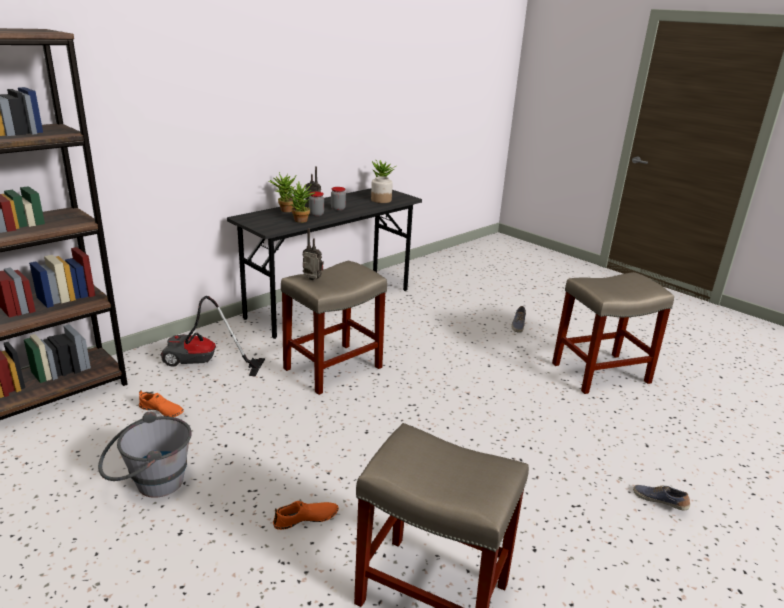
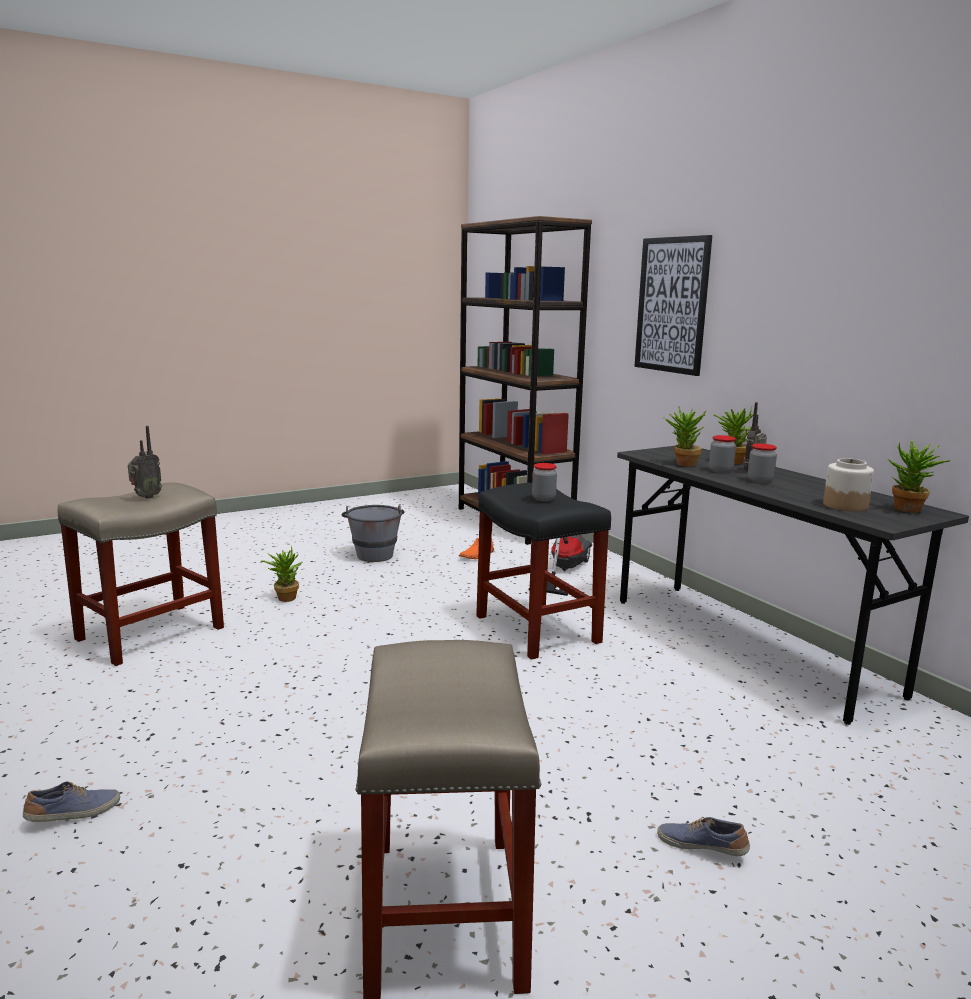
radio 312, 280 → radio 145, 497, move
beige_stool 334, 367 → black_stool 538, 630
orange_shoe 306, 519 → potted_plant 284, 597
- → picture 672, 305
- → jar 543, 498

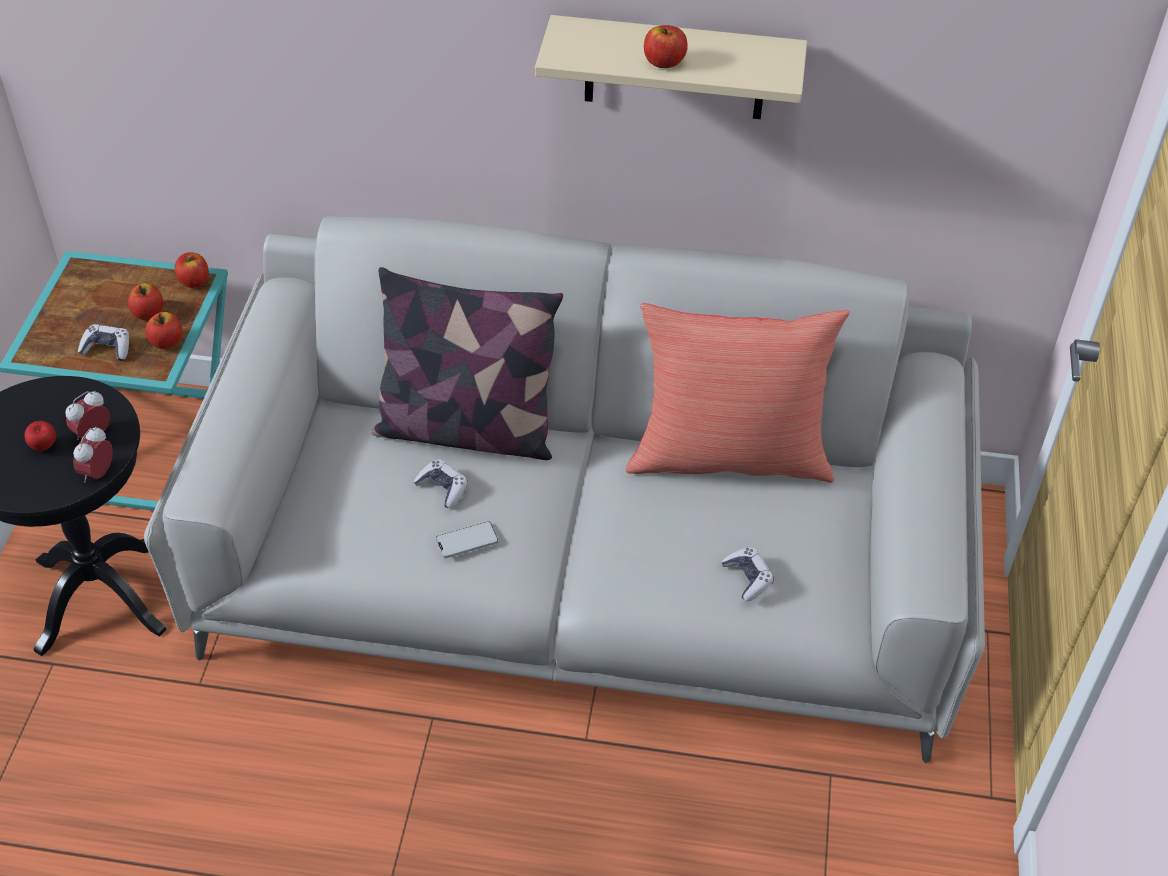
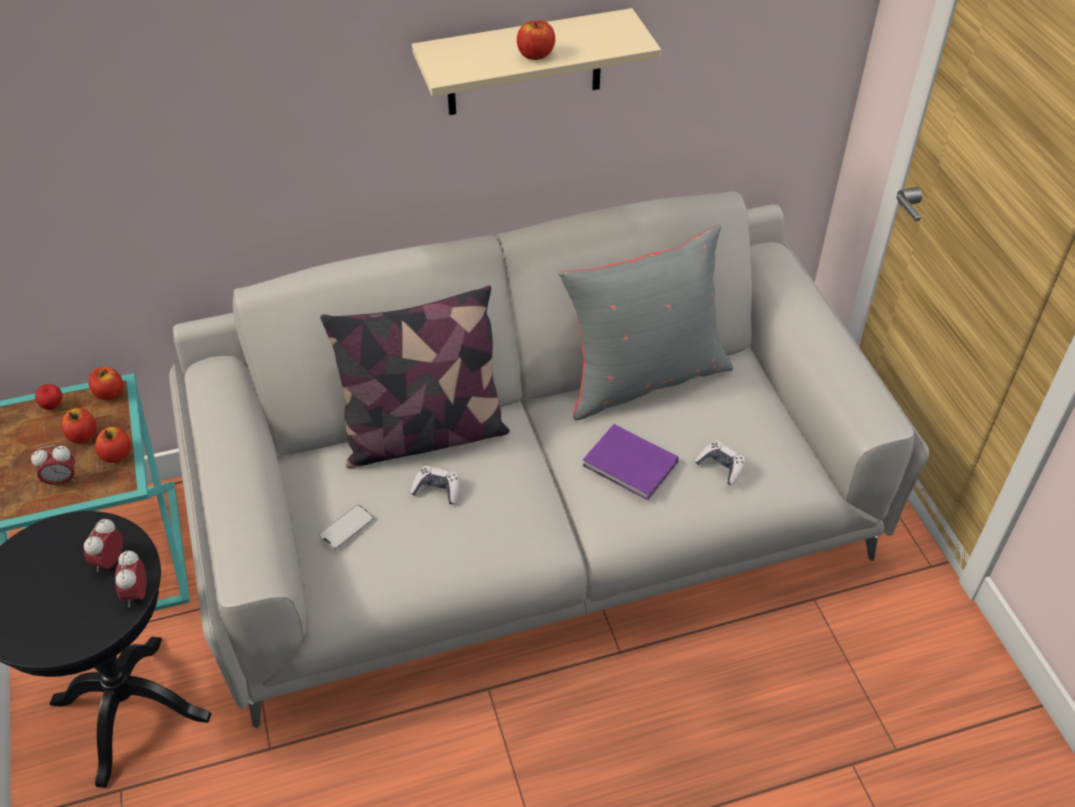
red_pillow 729, 455 → grey_pillow 643, 377
game_controller 107, 348 → alarm_clock 62, 481
apple 44, 447 → apple 53, 406, move
phone 467, 540 → phone 346, 528, move
- → purple_book 631, 466

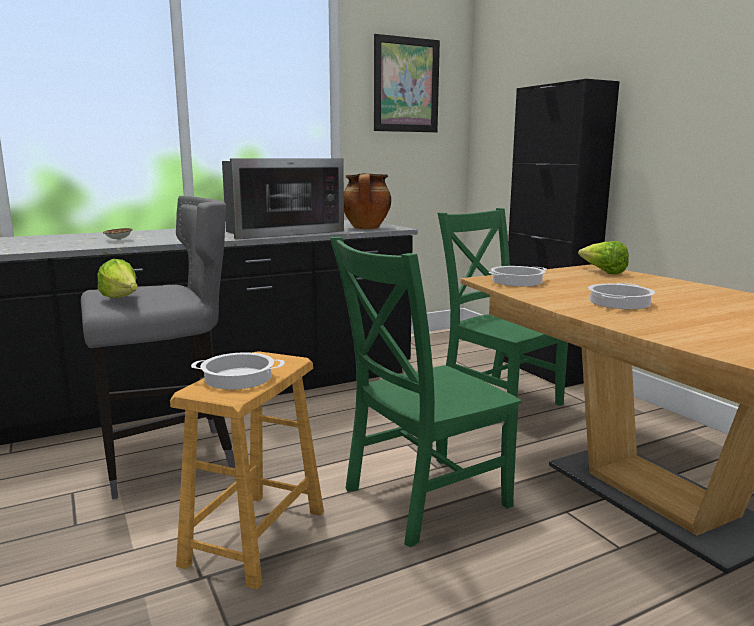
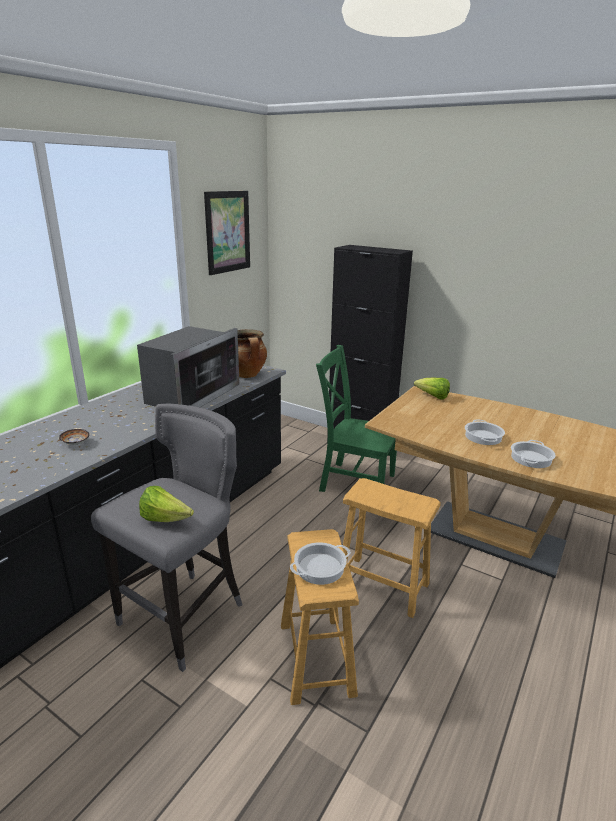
green_chair 420, 499 → brown_stool 382, 585
cooking_pot 517, 281 → cooking_pot 531, 459, move

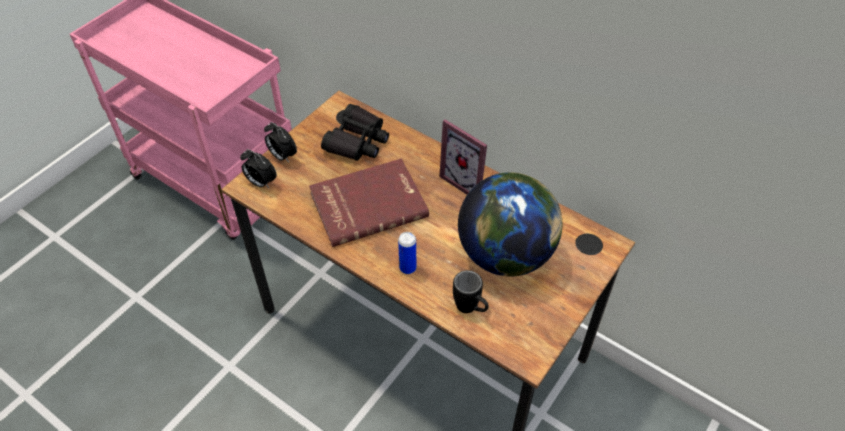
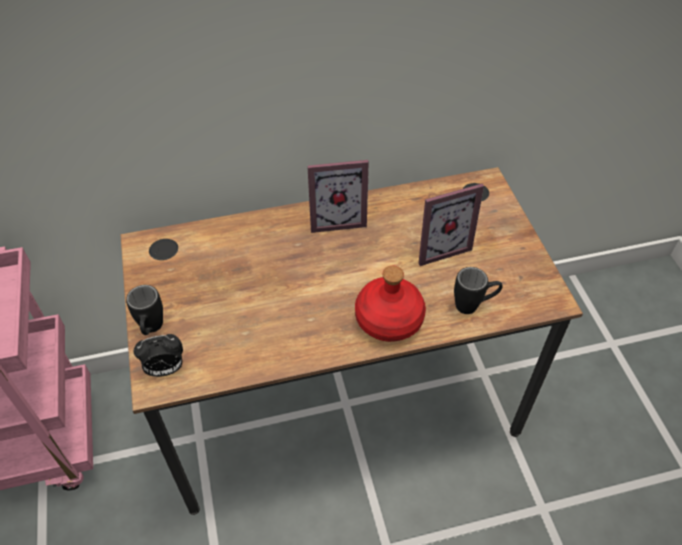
black_binoculars 357, 141 → -
alarm_clock 282, 156 → black_mug 151, 330
red_book 368, 203 → -
globe 506, 254 → picture_frame 438, 246
can 407, 268 → red_bottle 389, 320

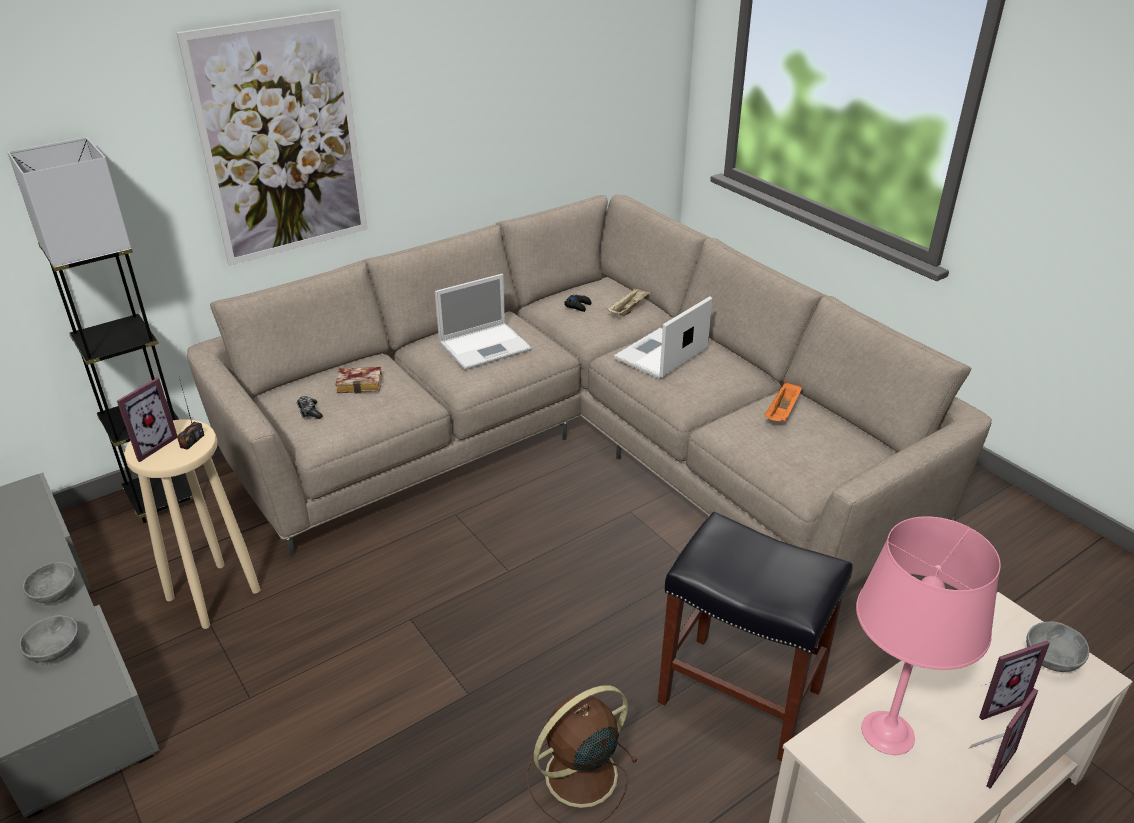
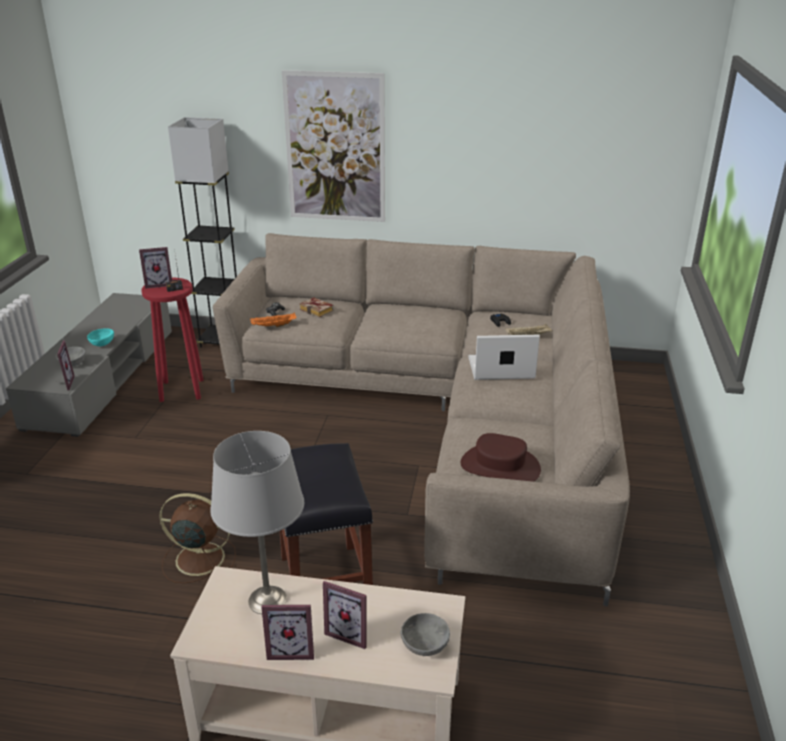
laptop 486, 346 → -
orange_tray 782, 412 → orange_tray 273, 326, move
beige_stool 214, 594 → red_stool 182, 390
pink_table_lamp 887, 734 → grey_table_lamp 267, 600
grey_bowl 54, 594 → turquoise_bowl 101, 344
- → picture_frame 63, 383
- → brown_hat 500, 467

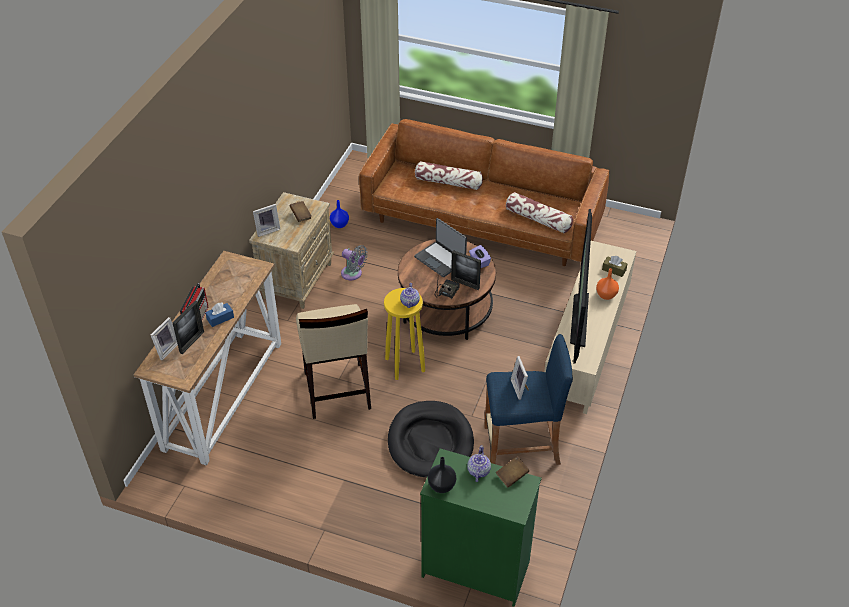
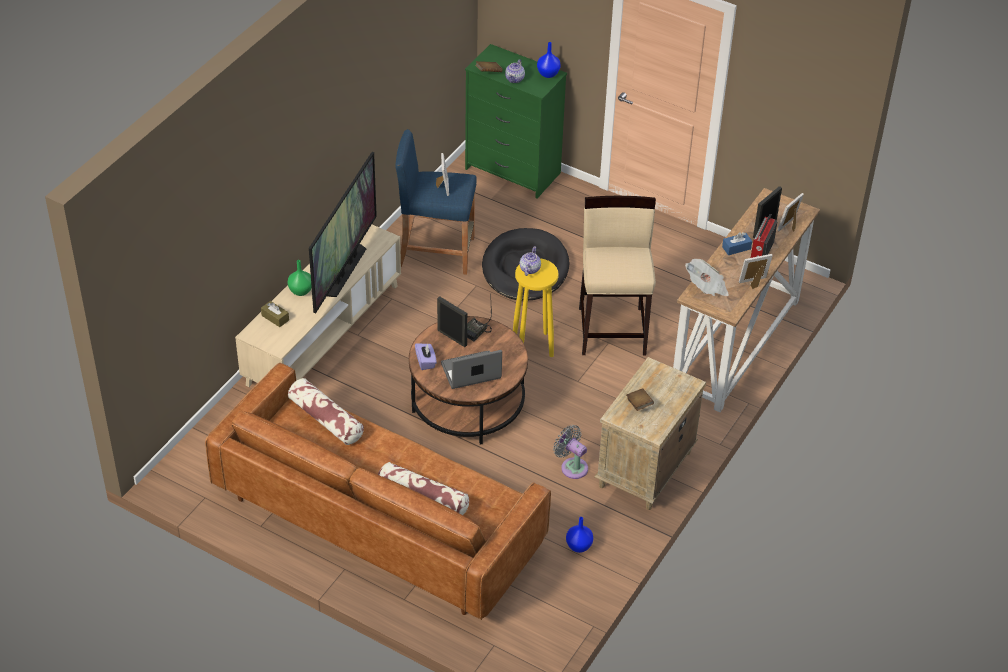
picture_frame 267, 230 → picture_frame 754, 283, move
laptop 440, 259 → laptop 471, 372, 75 degrees counterclockwise
orange_vase 605, 295 → green_vase 301, 291
black_vase 442, 486 → blue_vase 547, 74
- → newspaper 706, 287

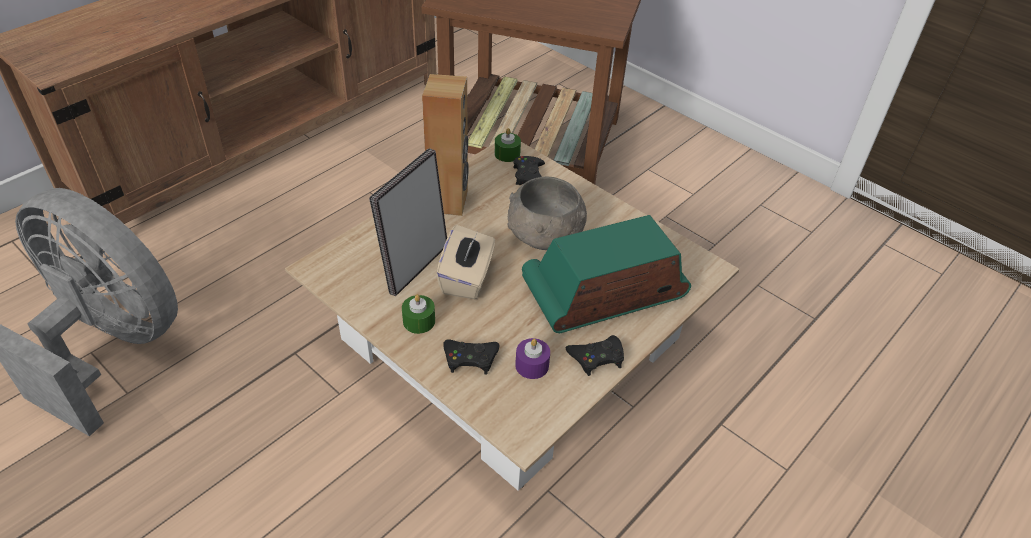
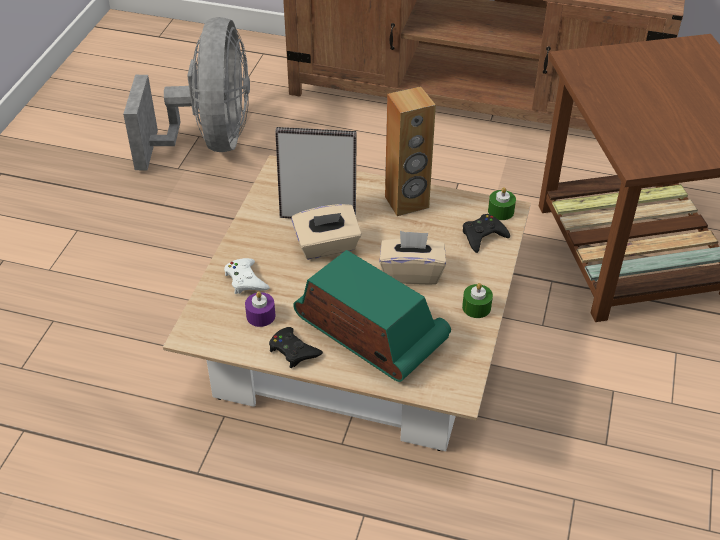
grey_bowl 545, 236 → beige_tissue_box 411, 273
green_candle 419, 321 → green_candle 476, 307, move
black_game_controller 470, 358 → white_game_controller 245, 280

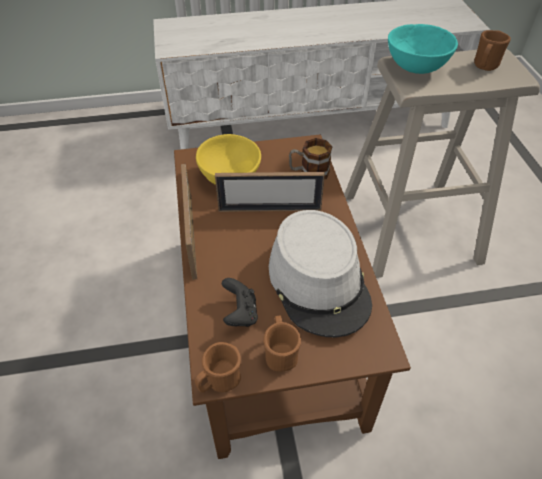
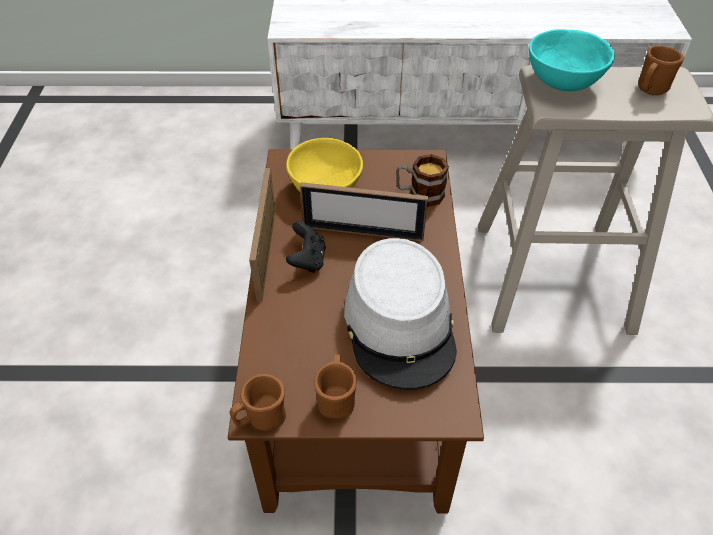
black_game_controller 240, 313 → black_game_controller 307, 260, move

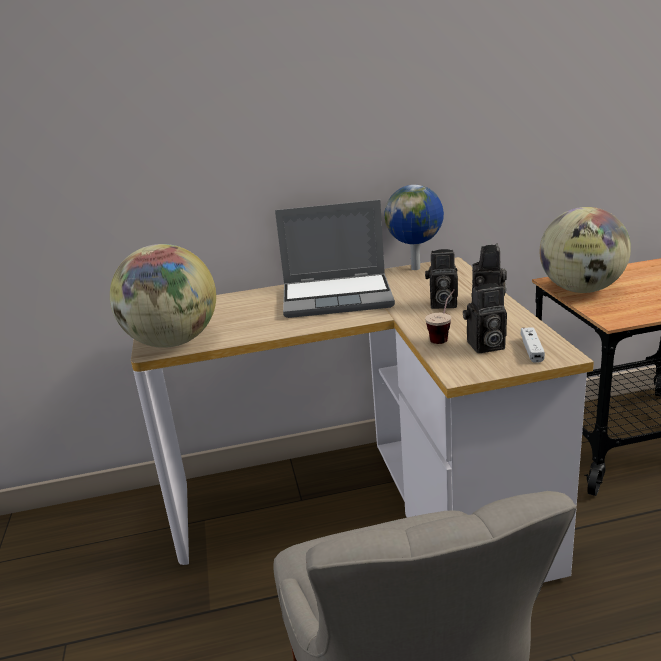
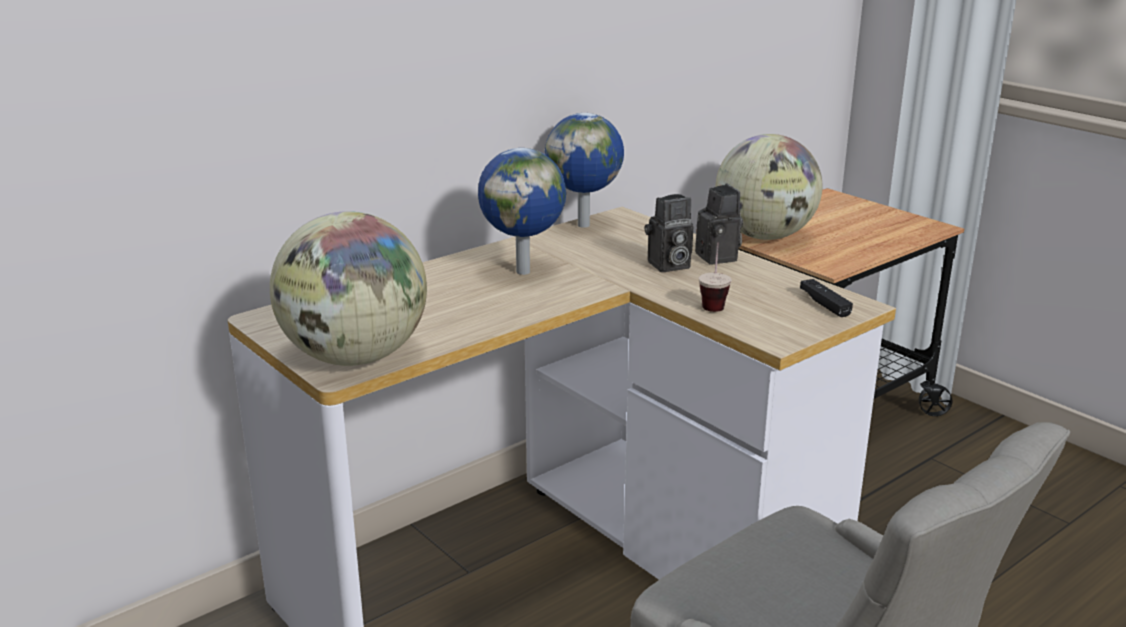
laptop 338, 297 → globe 524, 271
photo_camera 485, 346 → -
white_game_controller 531, 350 → black_game_controller 824, 304

